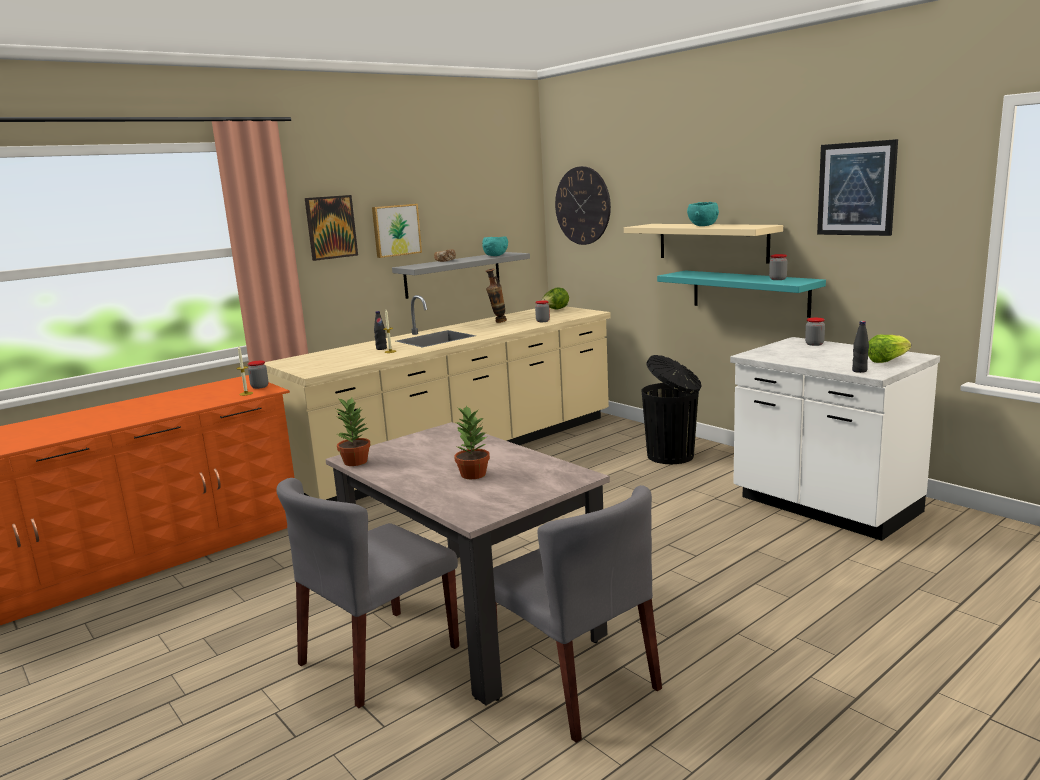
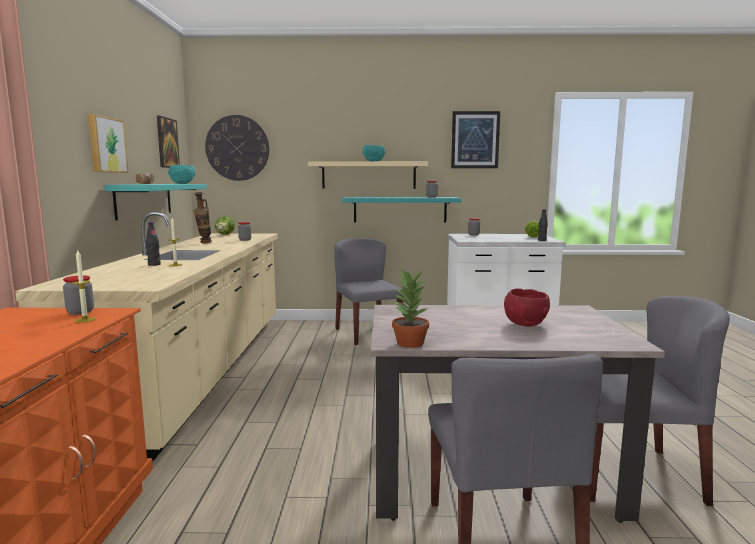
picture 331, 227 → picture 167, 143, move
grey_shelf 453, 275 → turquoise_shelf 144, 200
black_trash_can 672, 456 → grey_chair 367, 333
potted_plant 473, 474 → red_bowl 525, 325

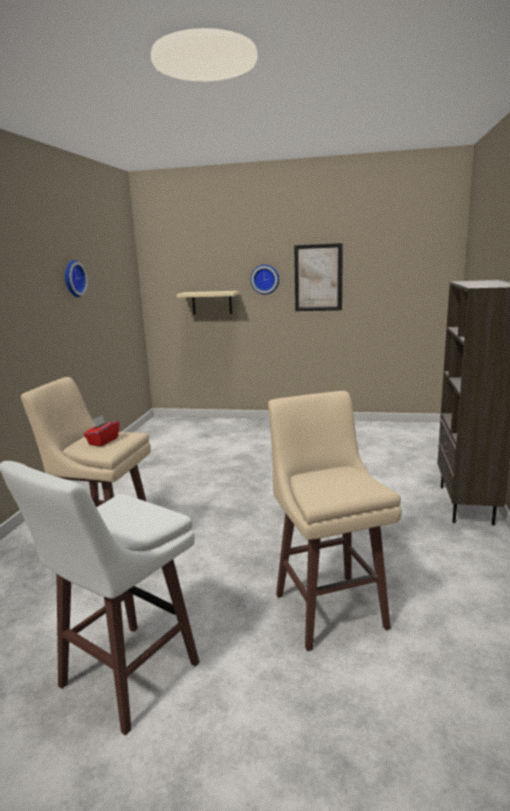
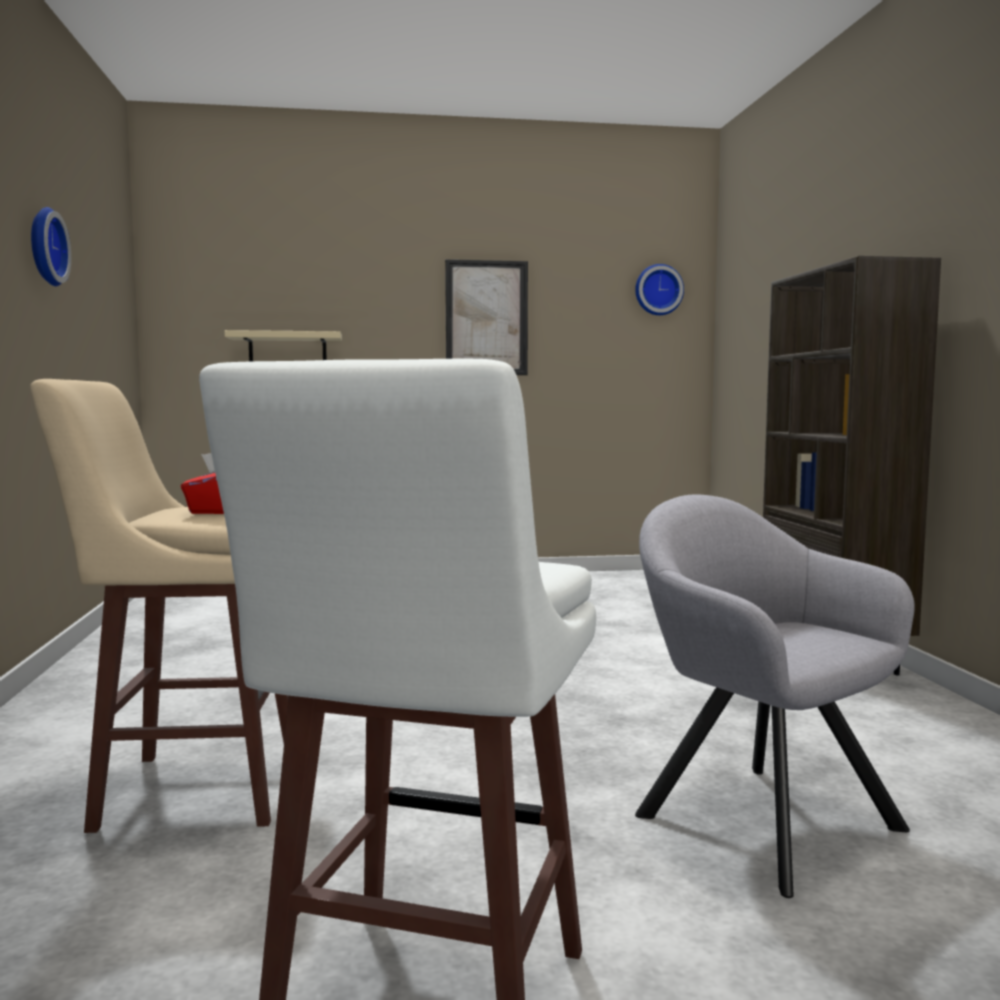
wall_clock 265, 279 → wall_clock 658, 290, move
beige_stool 329, 608 → grey_armchair 757, 816

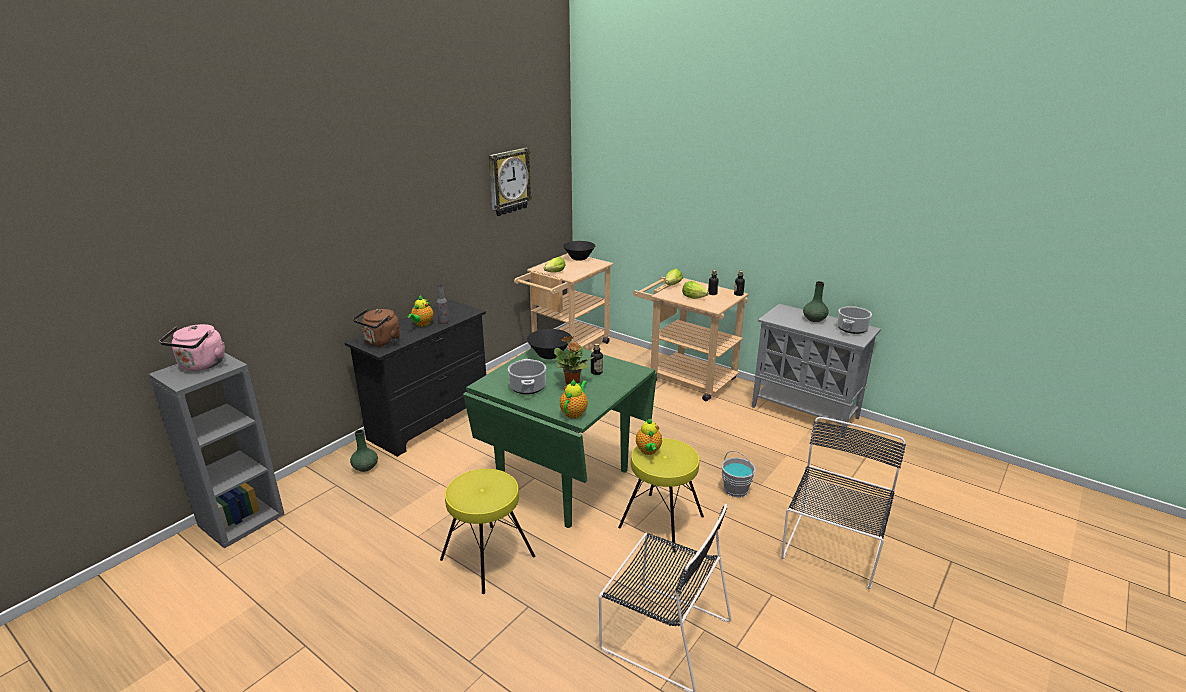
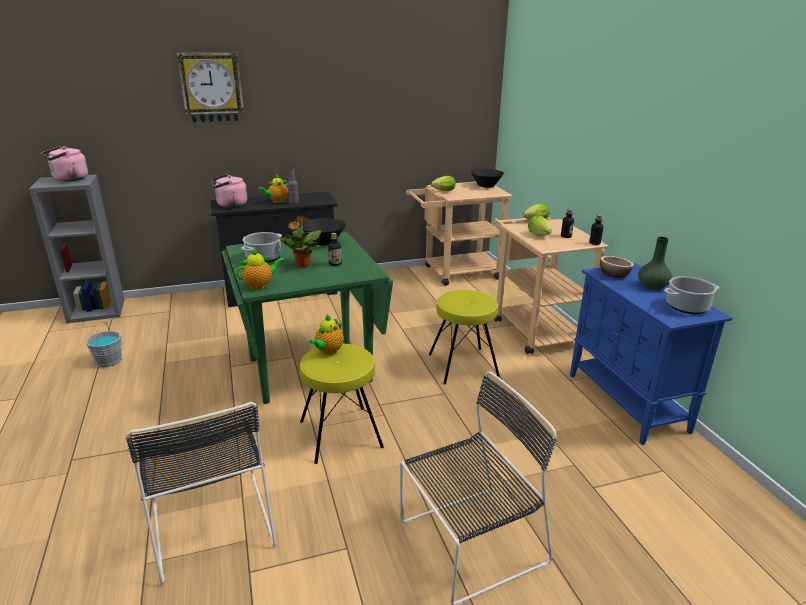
wall_clock 508, 181 → wall_clock 211, 87, move
grey_cabinet 805, 412 → blue_cabinet 627, 403
brown_kettle 381, 342 → pink_kettle 230, 205
green_vase 365, 467 → -
grey_bucket 735, 489 → grey_bucket 108, 361, move
yellow_stool 487, 558 → yellow_stool 462, 365, move
- → bowl 614, 274

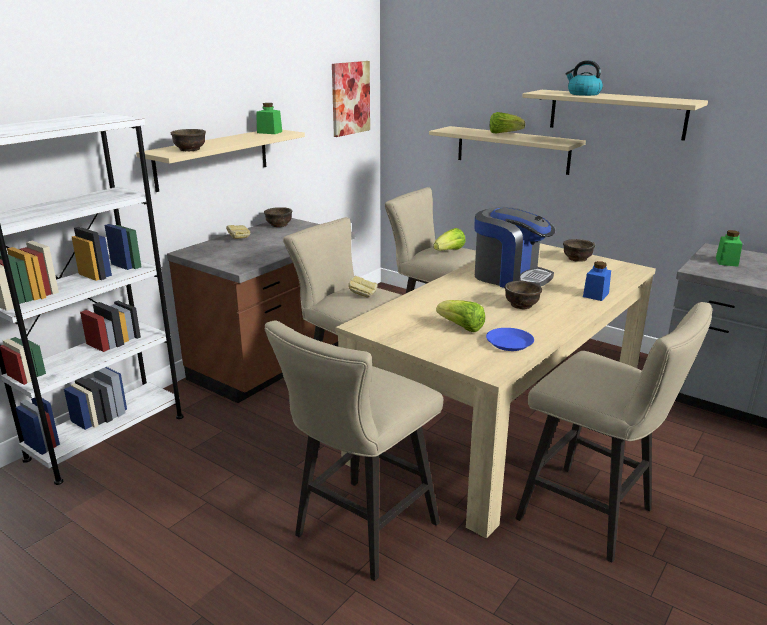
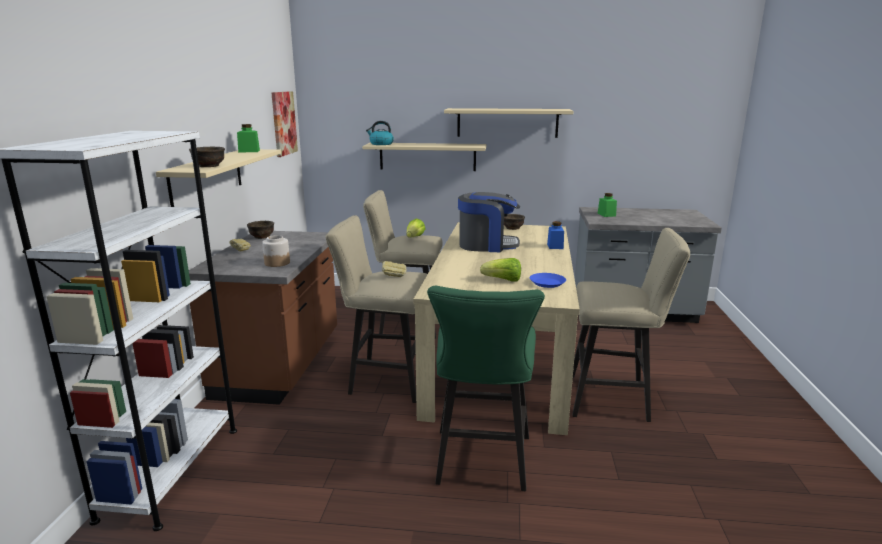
kettle 583, 94 → kettle 381, 144, move
lettuce 504, 133 → -
brown_bowl 521, 305 → -
beige_stool 359, 533 → green_stool 481, 464
- → jar 277, 263

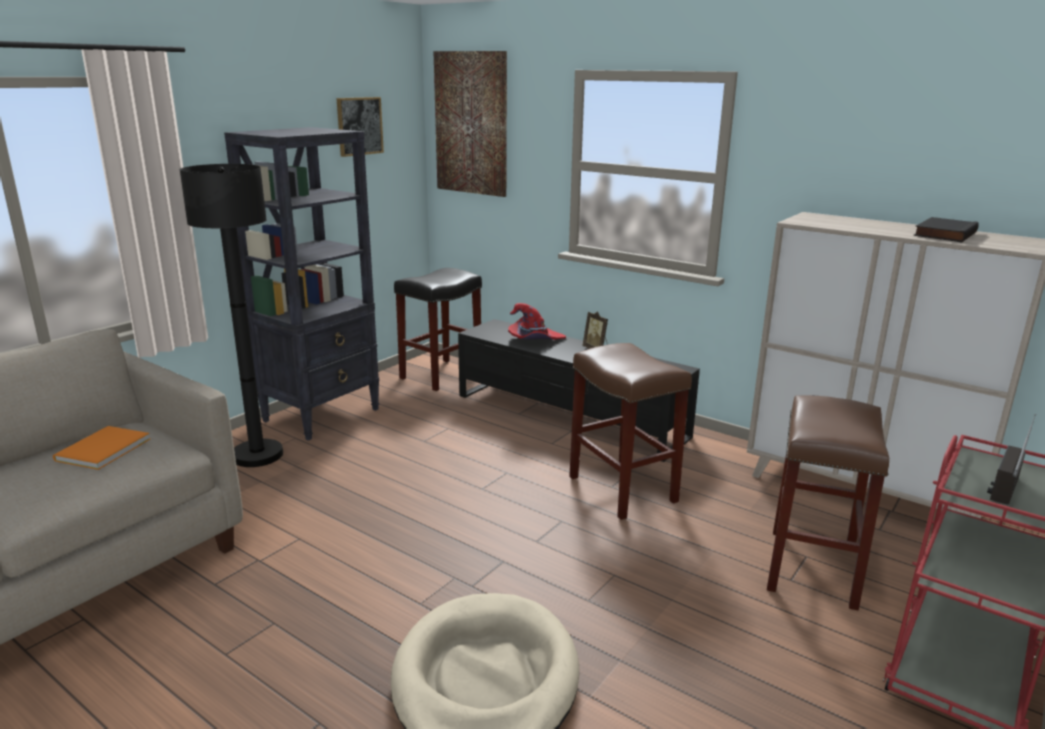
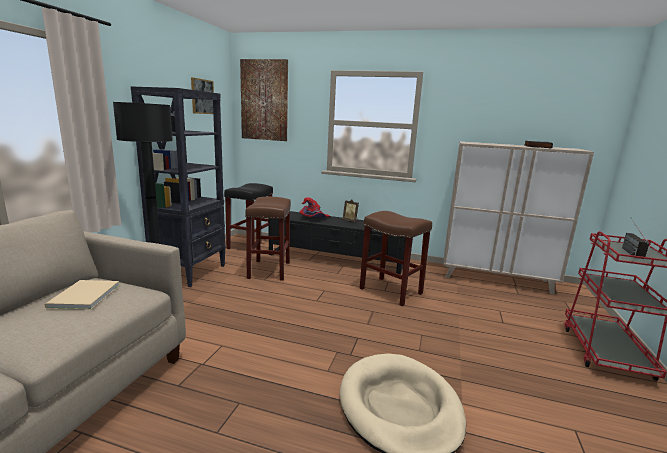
brown_stool 811, 567 → brown_stool 269, 270, move
orange_book 100, 450 → beige_book 82, 297

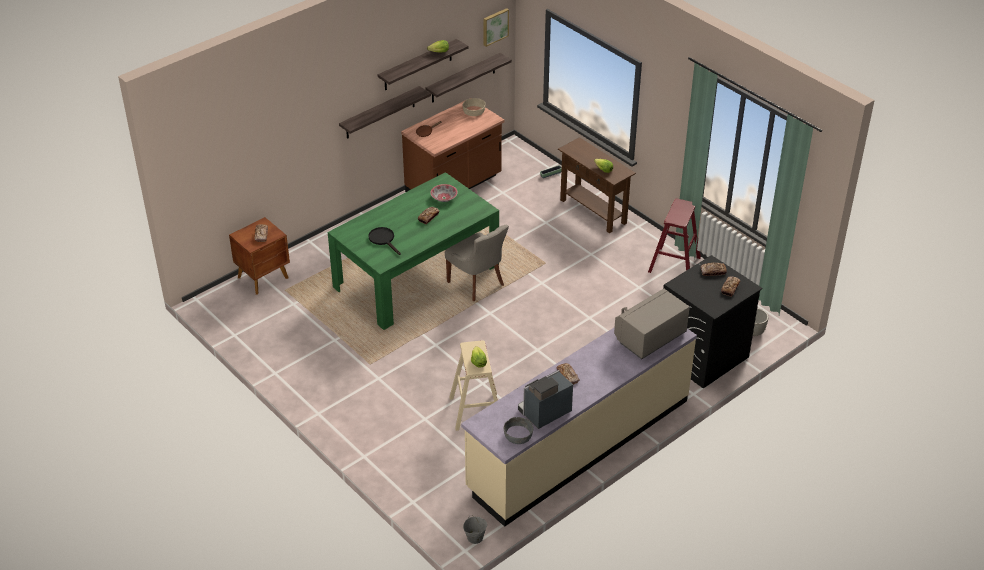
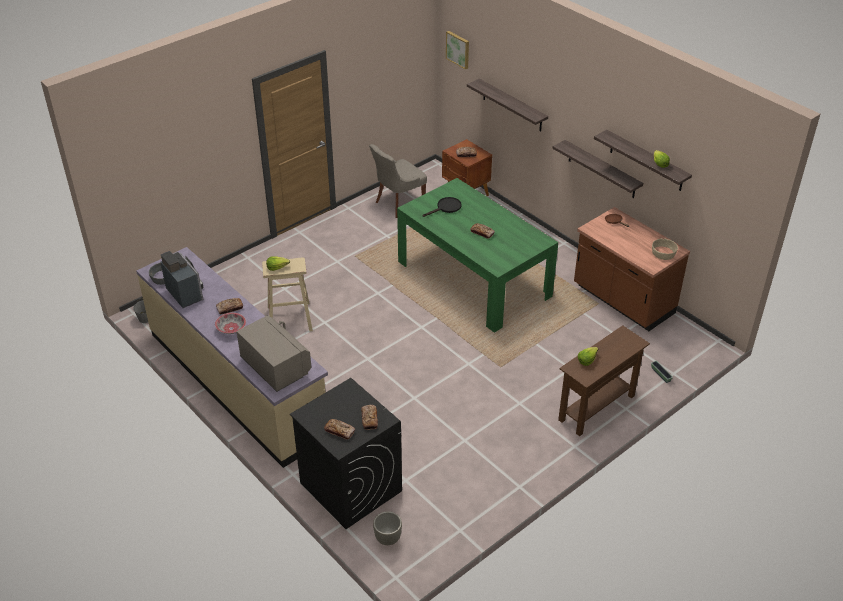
picture 495, 26 → picture 458, 49, move
shelf 463, 78 → shelf 512, 105, move
bowl 444, 198 → bowl 231, 328, move
red_stool 674, 264 → -
grey_chair 477, 284 → grey_chair 398, 204, move

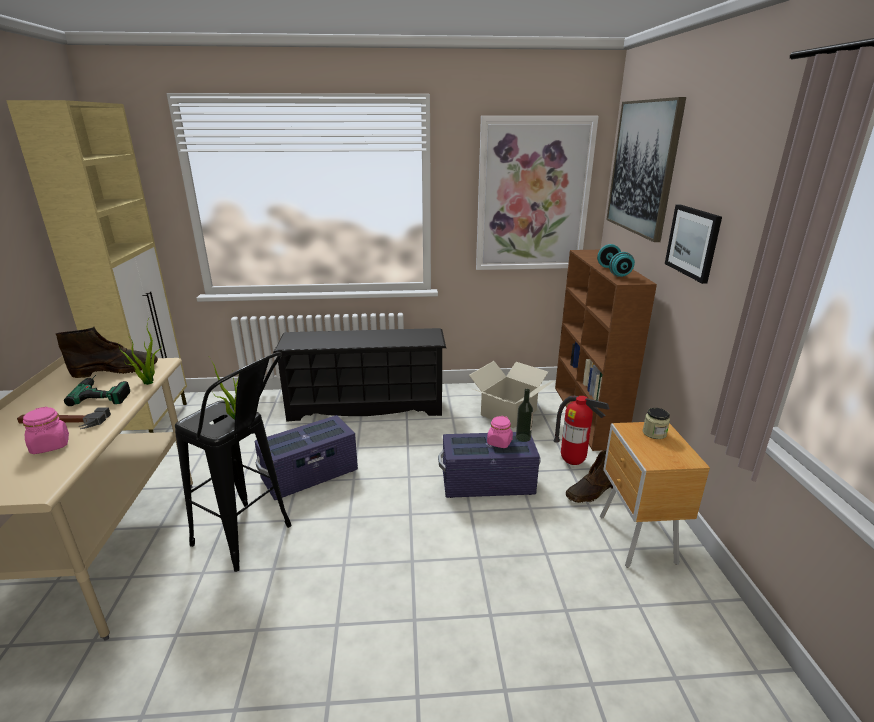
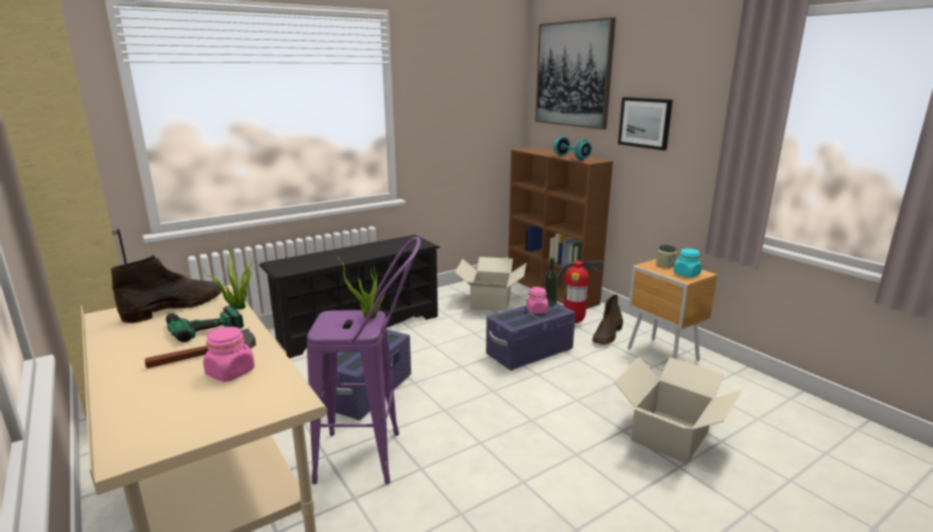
picture 533, 196 → -
black_stool 252, 541 → purple_stool 374, 457
- → turquoise_jar 686, 274
- → cardboard_box 670, 435

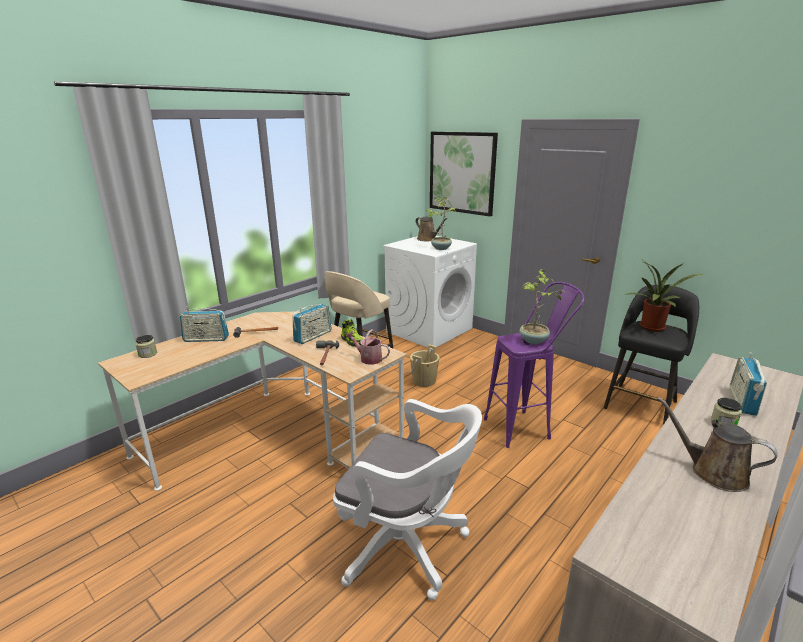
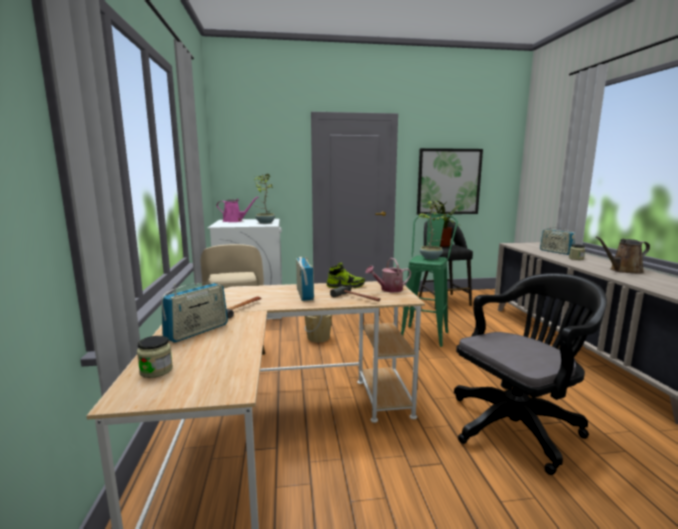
picture 462, 173 → picture 448, 182, move
brown_watering_can 428, 239 → pink_watering_can 234, 221
purple_stool 525, 427 → green_stool 426, 333
white_office_chair 407, 545 → black_office_chair 518, 425

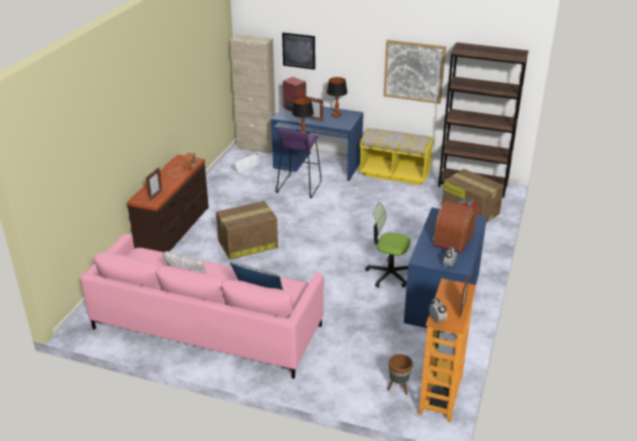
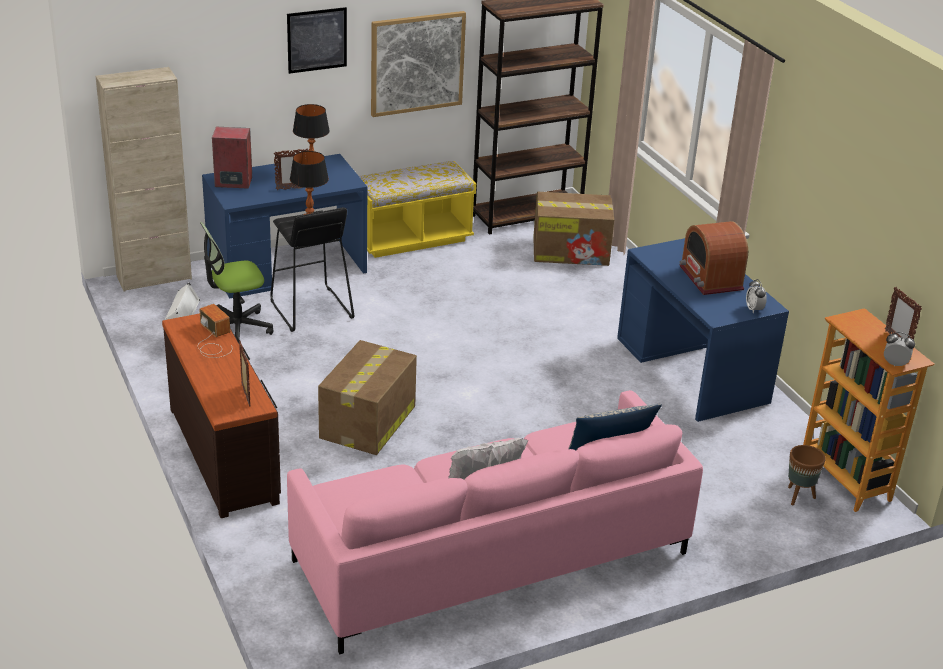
picture 298, 50 → picture 317, 40, move
purple_stool 299, 187 → black_stool 310, 310
office_chair 389, 274 → office_chair 236, 328, move

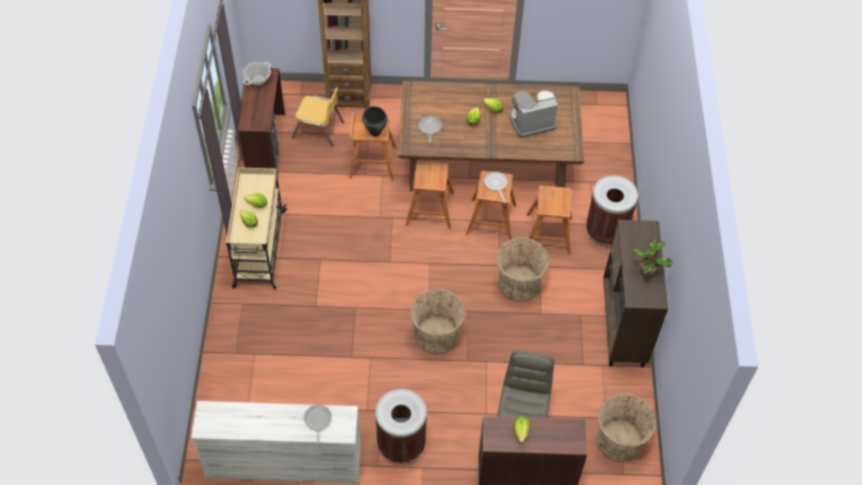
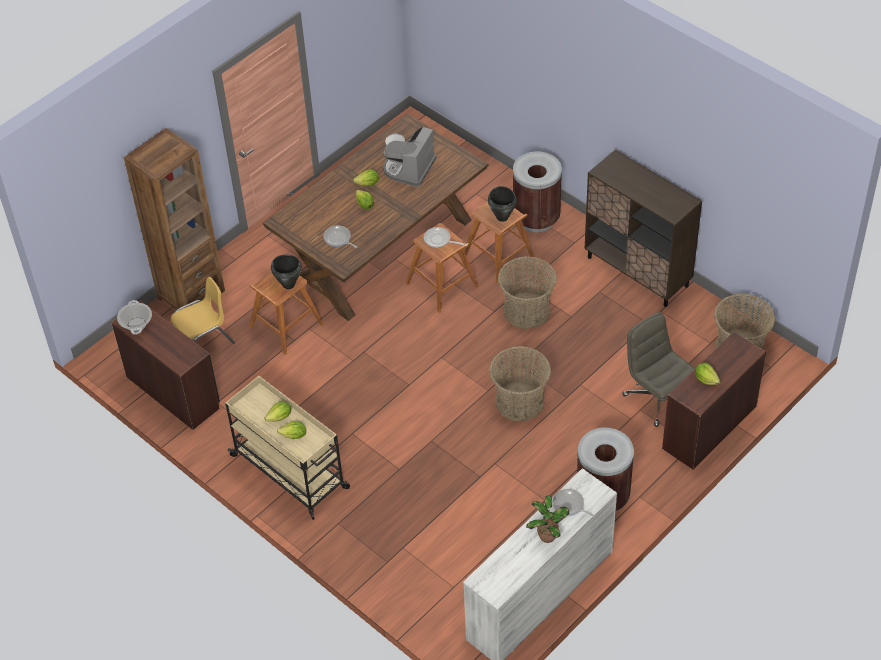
brown_stool 429, 209 → -
potted_plant 647, 271 → potted_plant 547, 535, move
- → black_cooking_pot 502, 217

